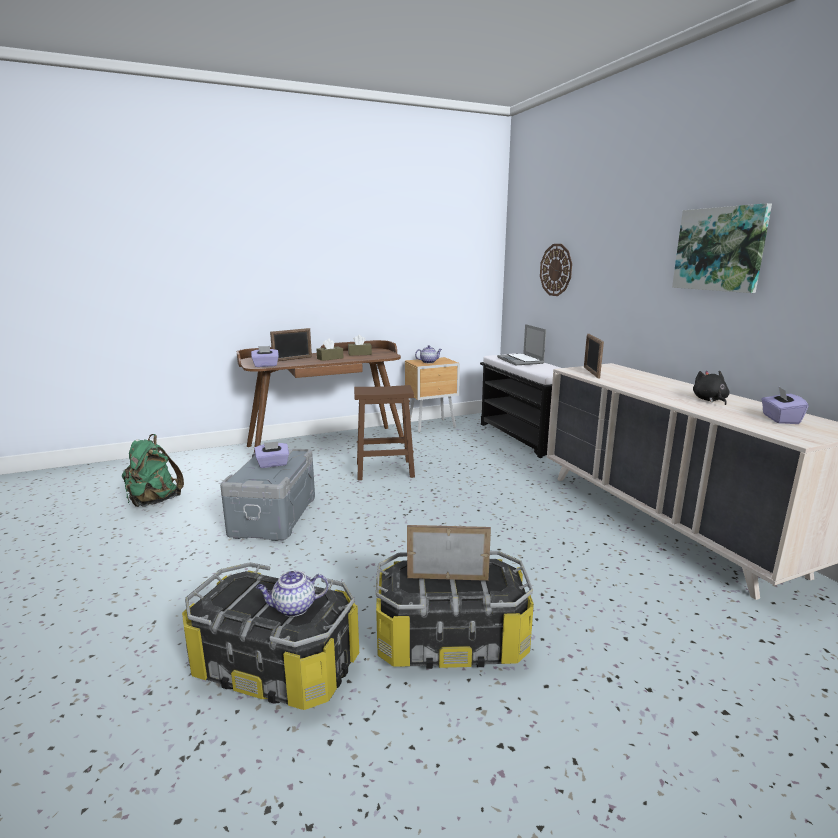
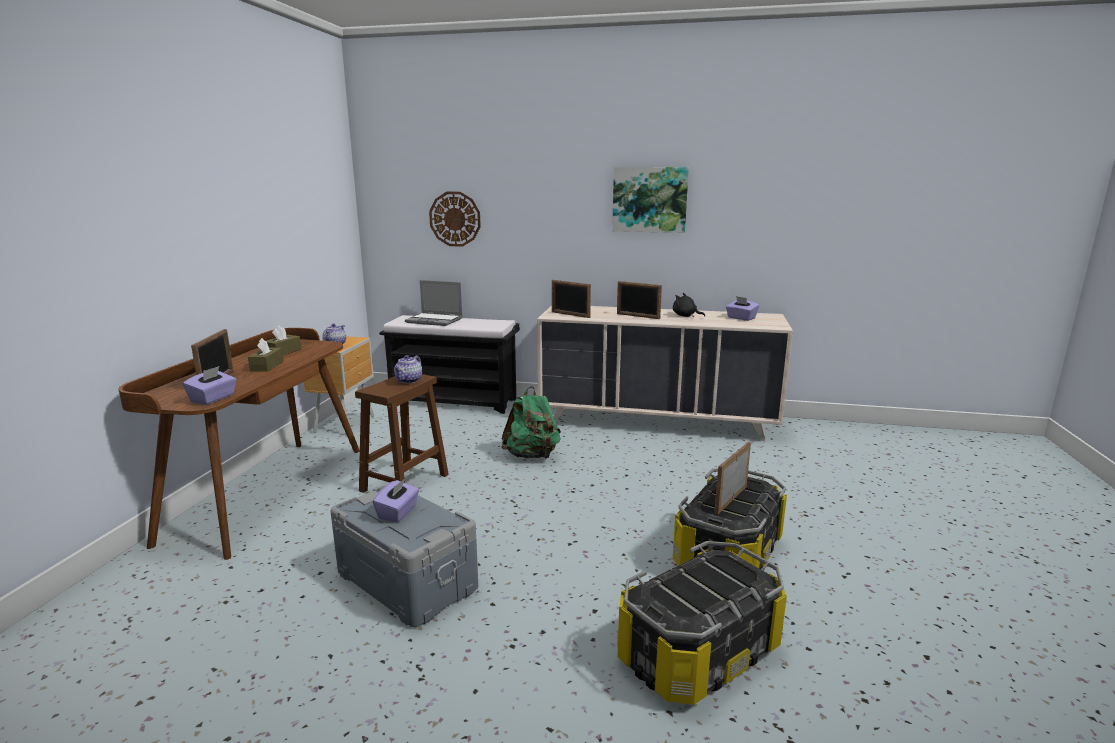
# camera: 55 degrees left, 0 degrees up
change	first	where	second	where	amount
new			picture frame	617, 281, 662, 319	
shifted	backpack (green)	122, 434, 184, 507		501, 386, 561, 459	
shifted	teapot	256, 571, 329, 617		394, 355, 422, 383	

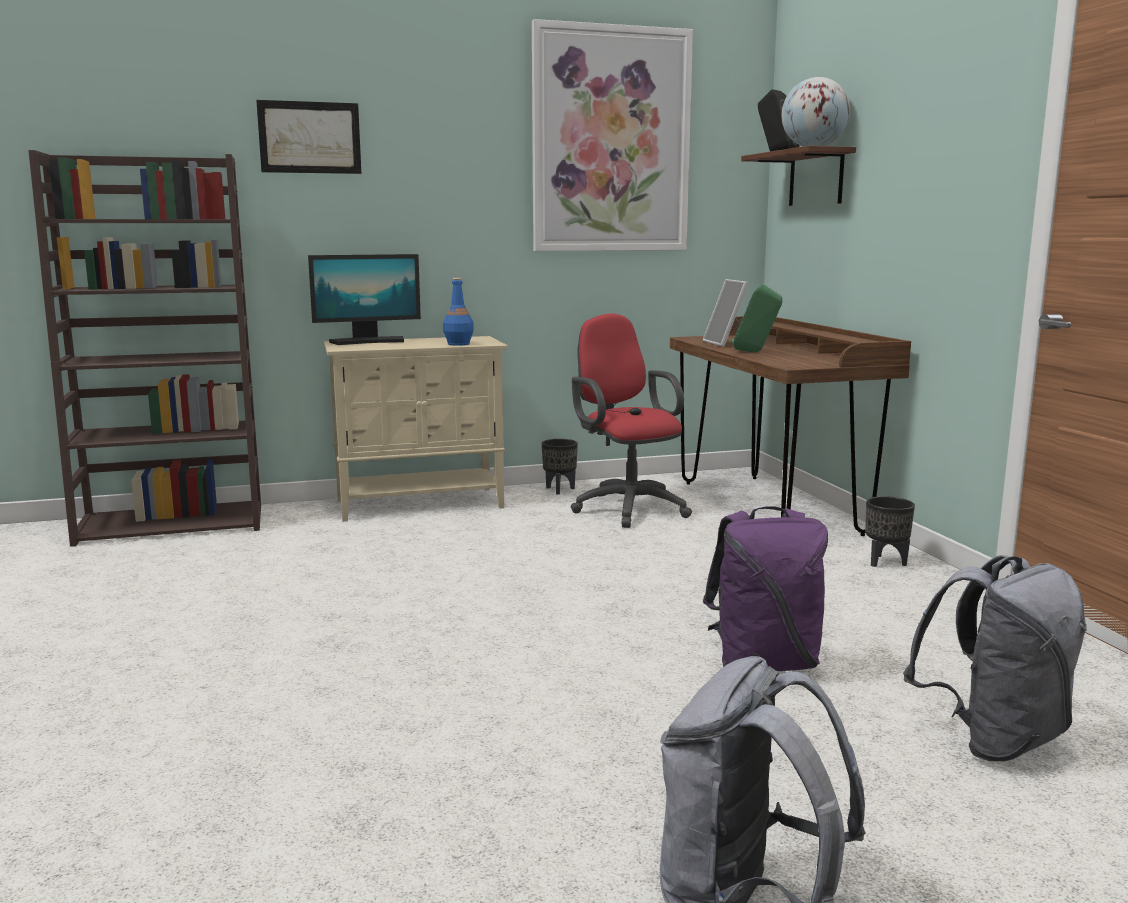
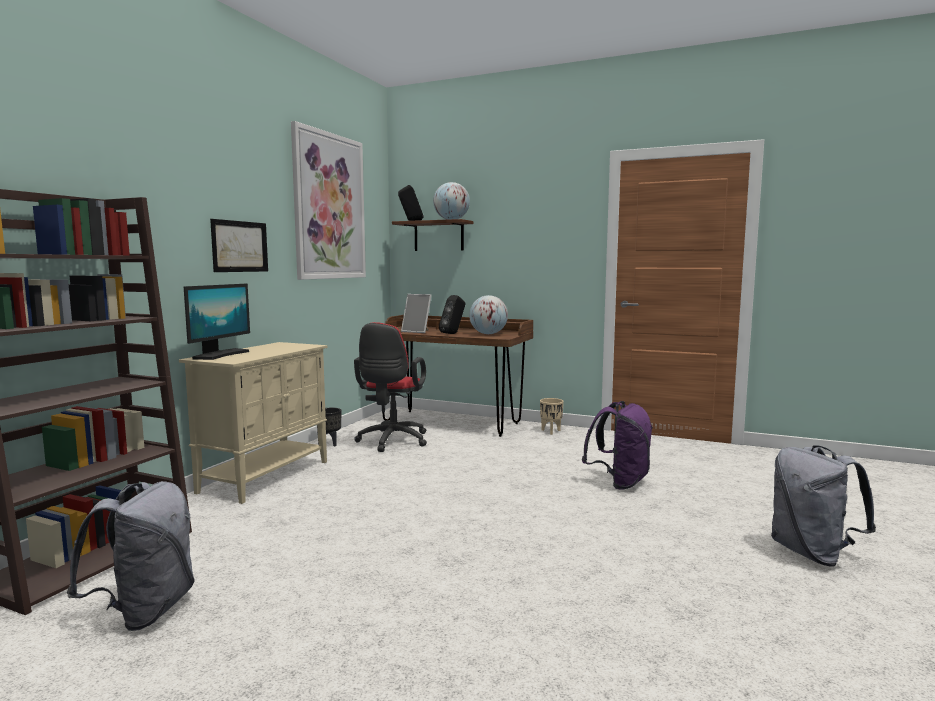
# camera: 50 degrees left, 5 degrees down
change	first	where	second	where	amount
gone	bottle (blue)	443, 278, 474, 346			
new			globe	469, 295, 508, 334	
shifted	picture	256, 100, 361, 174		210, 219, 268, 272	
shifted	backpack (grey)	903, 555, 1086, 761		67, 481, 195, 631	
repainted	speaker (green)	732, 284, 782, 352	speaker (black)	439, 295, 465, 334	
repainted	planter (black)	865, 496, 915, 567	planter (beige)	540, 398, 564, 435	
rotated	office chair (red)	571, 313, 692, 528		354, 322, 427, 452	90 degrees counterclockwise

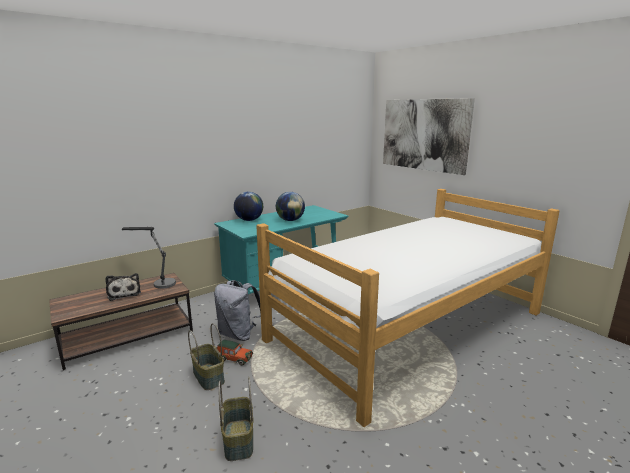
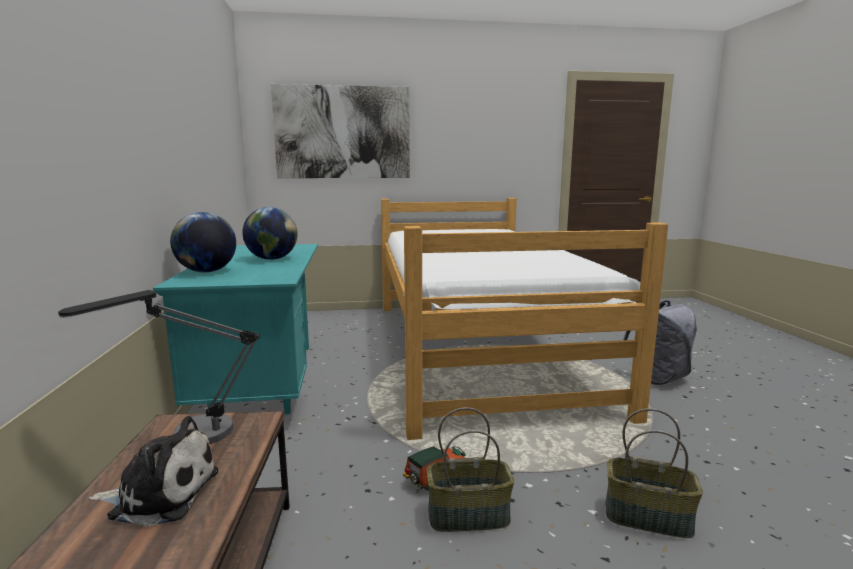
# camera: 60 degrees left, 5 degrees down
change	first	where	second	where	amount
shifted	backpack (grey)	214, 280, 261, 341		624, 300, 697, 385	

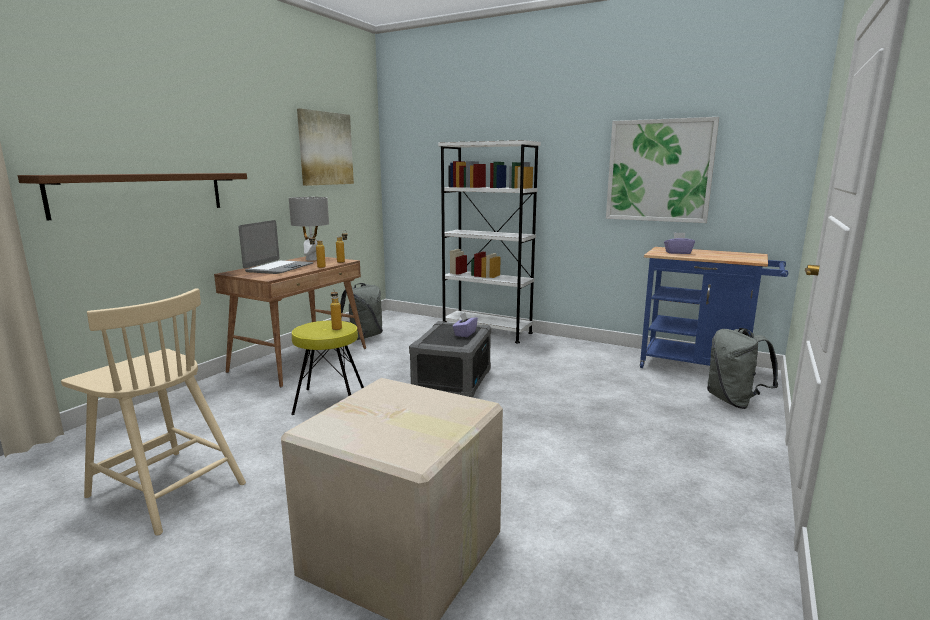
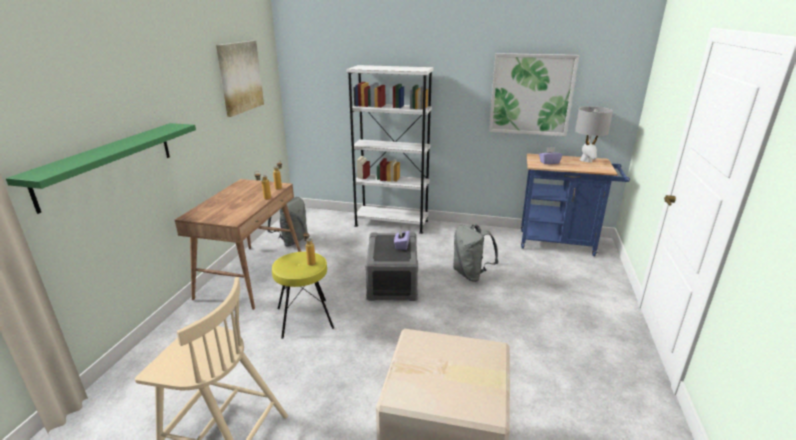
# camera: 15 degrees left, 10 degrees up
change	first	where	second	where	amount
gone	laptop	239, 220, 313, 274			
shifted	table lamp (grey)	289, 197, 329, 261		575, 106, 613, 162	
shifted	backpack (grey)	707, 328, 779, 409		453, 224, 499, 282	
repainted	shelf (brown)	18, 173, 247, 220	shelf (green)	6, 123, 196, 214	

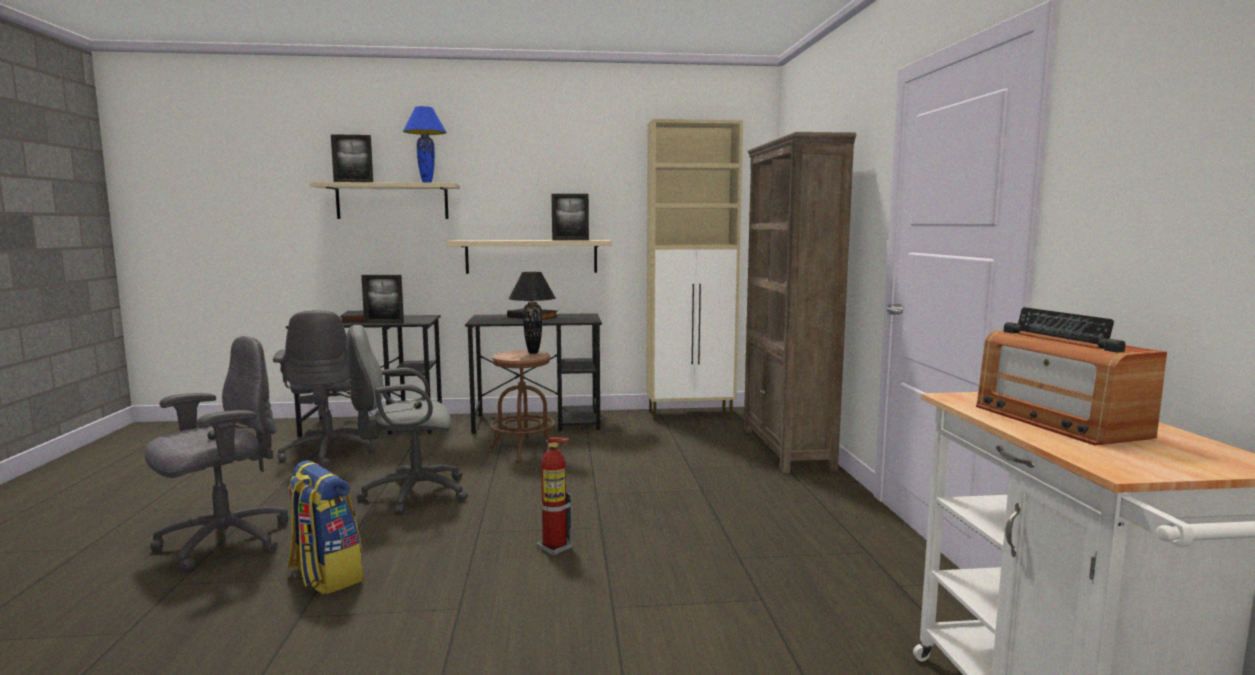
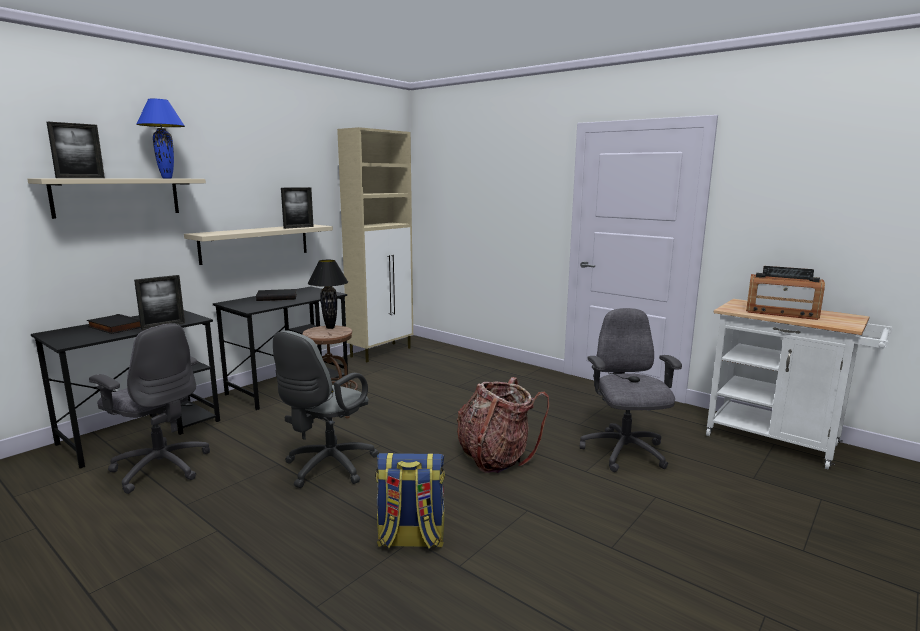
# camera: 45 degrees left, 5 degrees up
change	first	where	second	where	amount
gone	bookcase (brown)	743, 132, 856, 474			
shifted	office chair (grey)	144, 336, 289, 573		580, 308, 682, 472	
swapped	fire extinguisher	537, 437, 572, 556	backpack	457, 377, 549, 473	

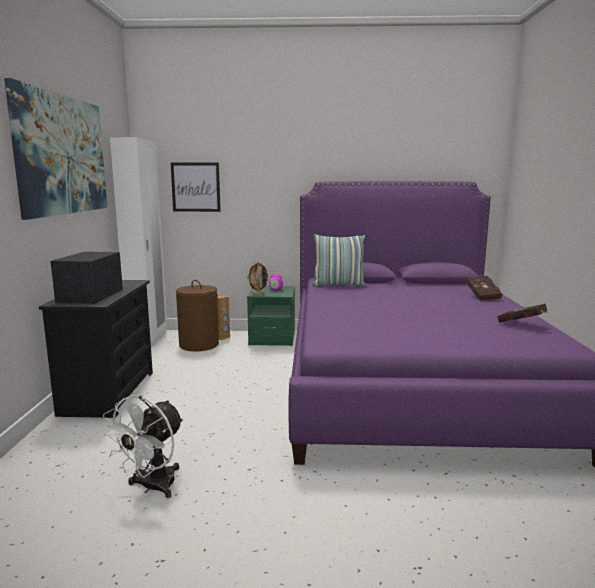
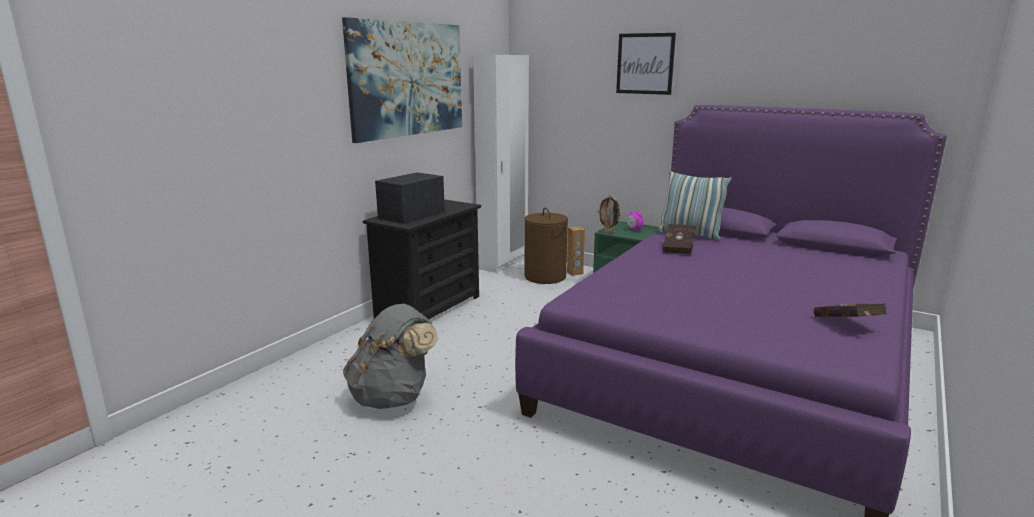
# camera: 30 degrees right, 5 degrees up
change	first	where	second	where	amount
shifted	picture	171, 163, 221, 212		616, 33, 676, 95	
shifted	book (red)	466, 276, 502, 301		663, 224, 696, 254	
swapped	fan (white)	101, 395, 184, 498	backpack (grey)	343, 303, 438, 409	

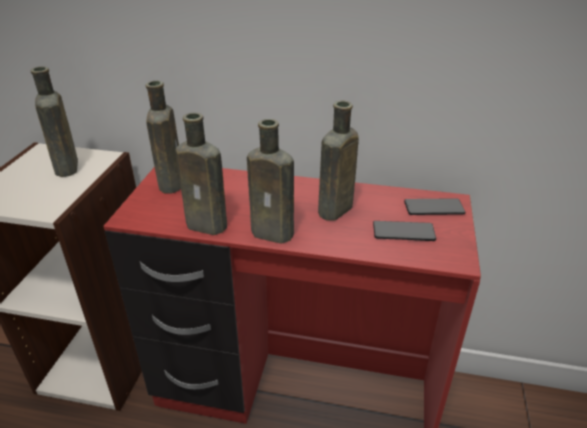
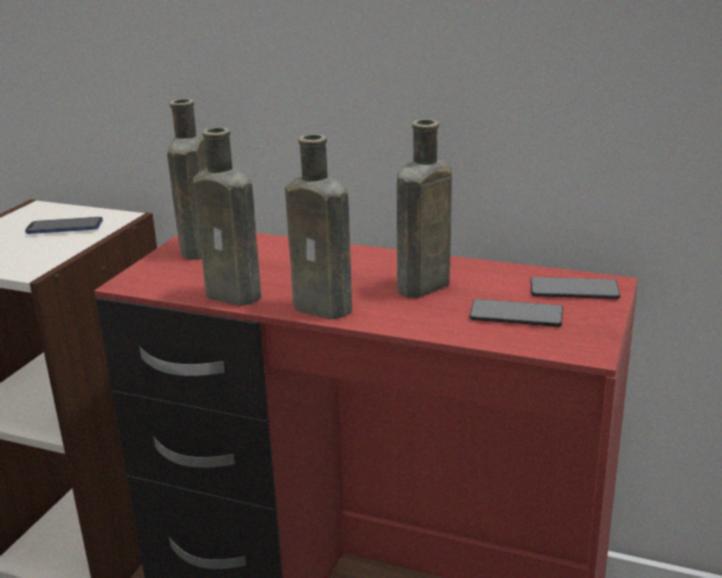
# camera: 10 degrees right, 10 degrees down
change	first	where	second	where	amount
swapped	bottle (brown)	30, 67, 78, 177	phone	25, 217, 103, 234	

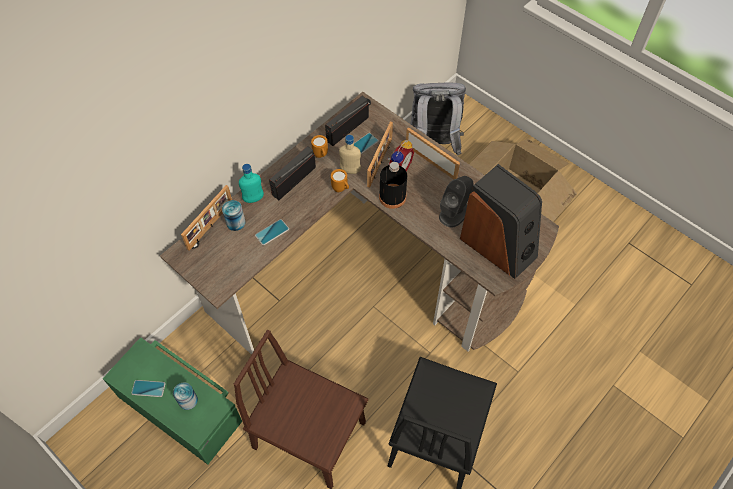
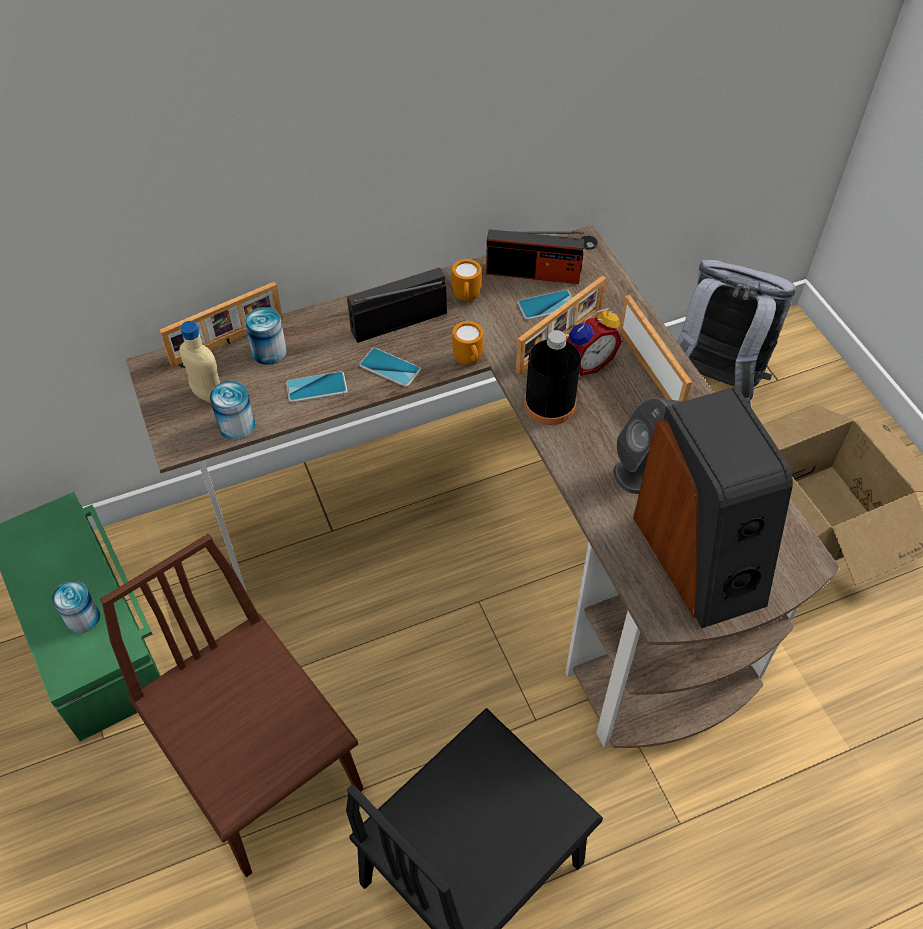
# camera: 25 degrees right, 5 degrees down
change	first	where	second	where	amount
gone	bottle (turquoise)	239, 164, 264, 203			
new			can	210, 381, 255, 440	
shifted	phone	131, 380, 165, 397		359, 348, 421, 387	
shifted	bottle (beige)	339, 135, 361, 174		179, 321, 221, 403	
rotated	radio	325, 96, 369, 146		486, 229, 584, 284	150 degrees counterclockwise

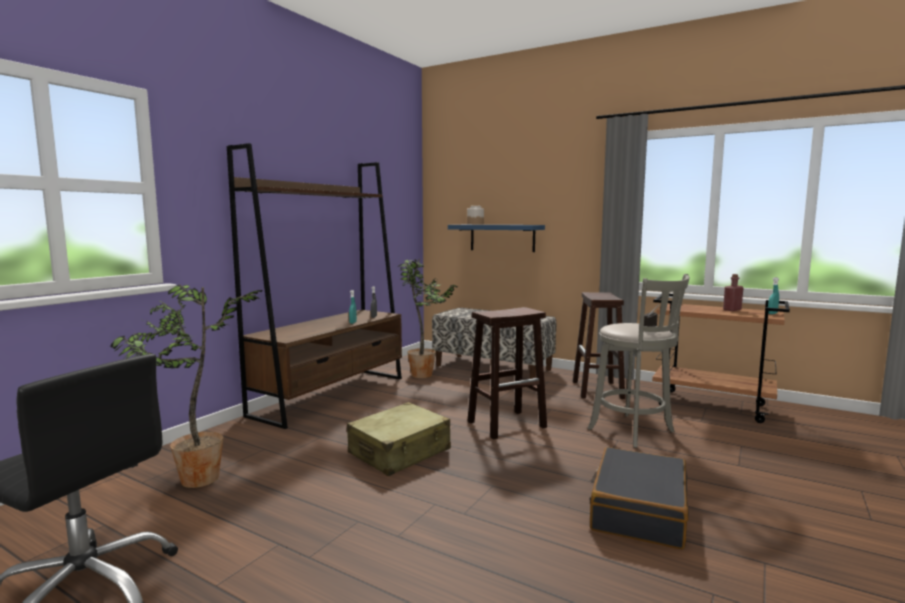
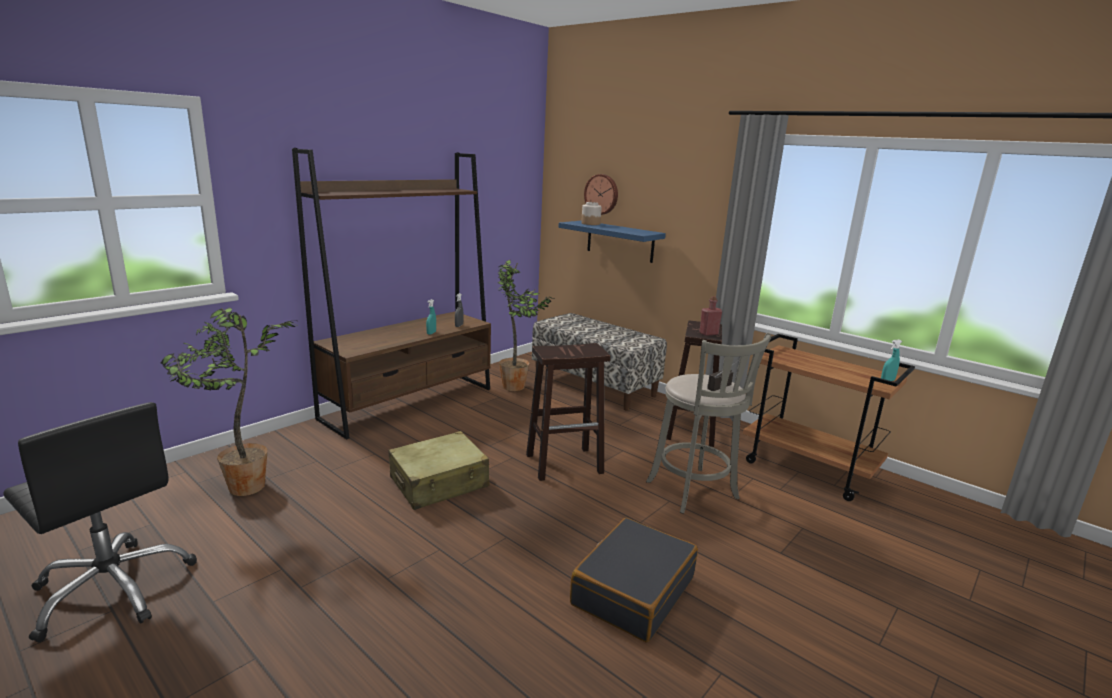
# camera: 10 degrees right, 10 degrees up
change	first	where	second	where	amount
new			wall clock	584, 174, 618, 215	
shifted	bottle (red)	723, 274, 744, 311		699, 296, 722, 336	

